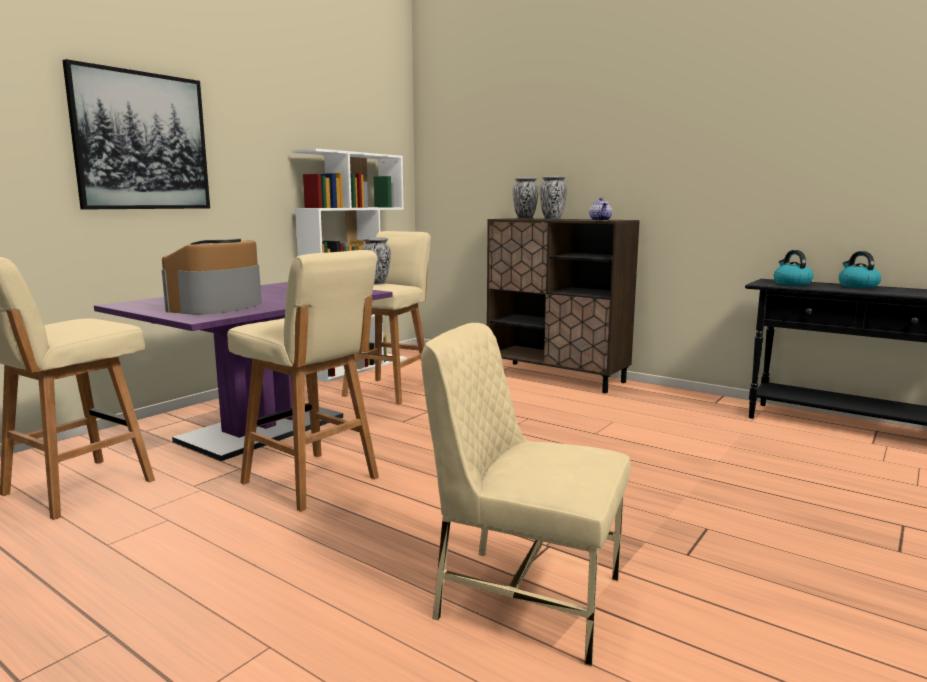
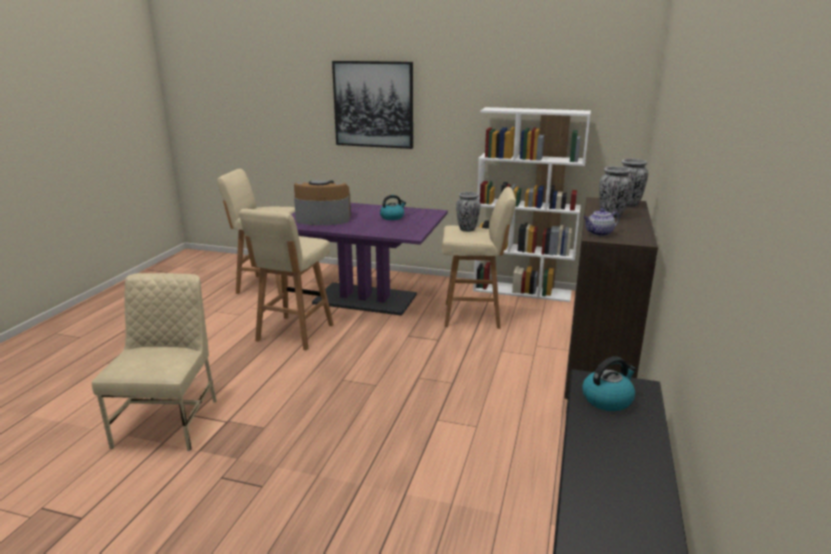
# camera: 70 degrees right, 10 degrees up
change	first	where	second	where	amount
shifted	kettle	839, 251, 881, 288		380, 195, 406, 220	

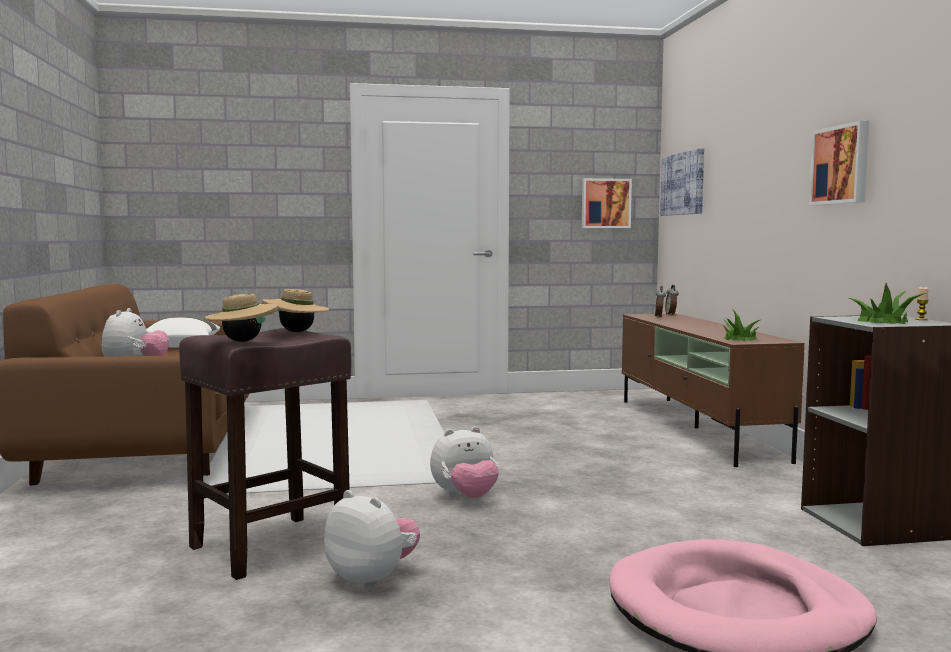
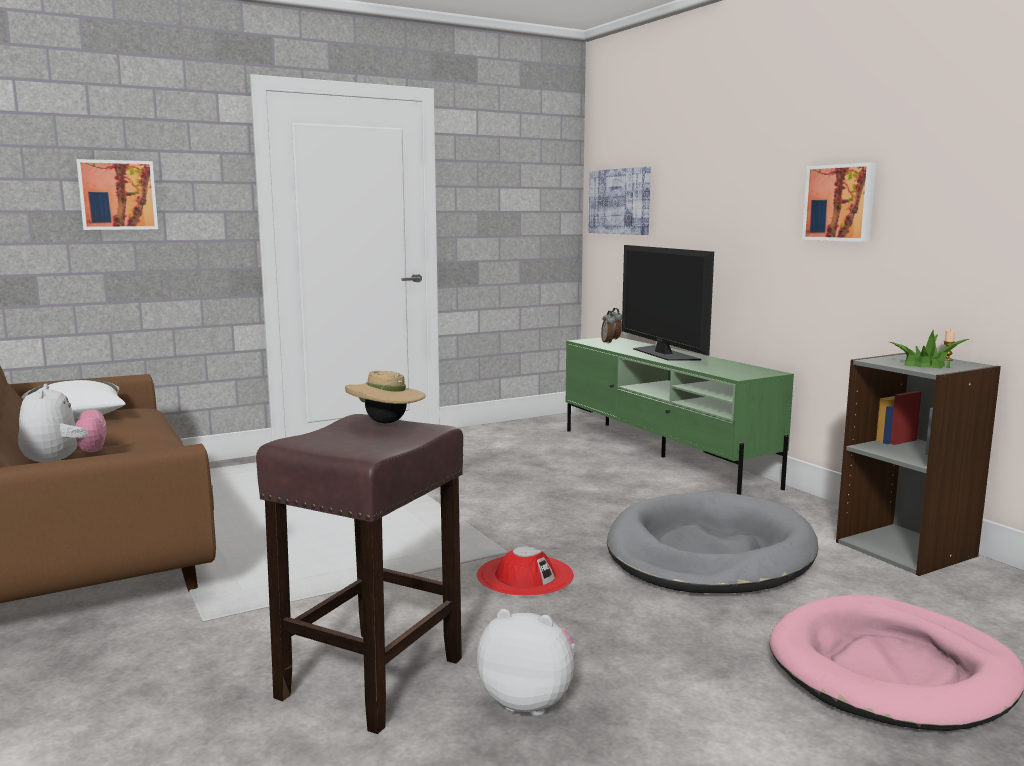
# camera: 20 degrees left, 5 degrees up
change	first	where	second	where	amount
gone	hat (beige)	204, 292, 279, 342			
gone	potted plant	724, 310, 760, 341			
new			dog bed (grey)	607, 492, 819, 594	
new			television	622, 245, 714, 361	
shifted	picture	582, 178, 632, 228		76, 159, 158, 230	
swapped	plush toy	430, 426, 499, 498	hat (red)	477, 546, 574, 596	
repainted	tv stand (brown)	622, 314, 805, 467	tv stand (green)	566, 337, 794, 495	

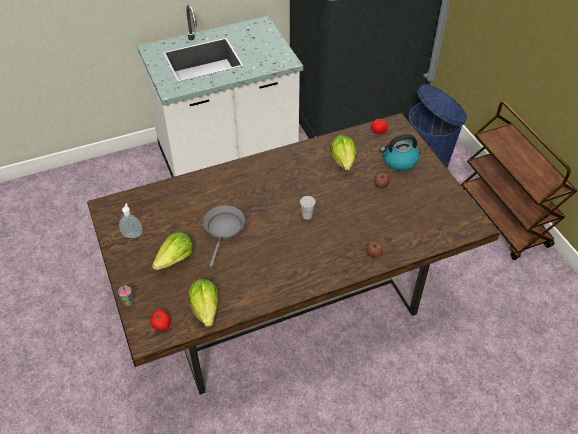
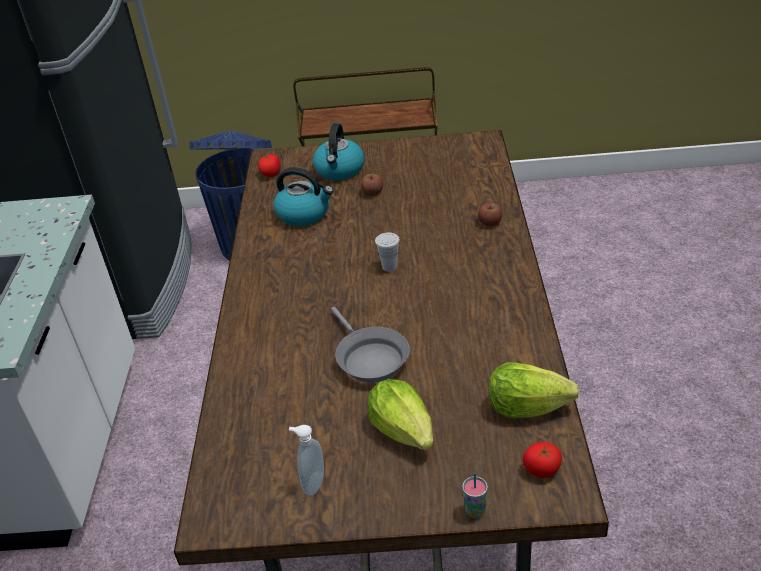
# camera: 65 degrees left, 10 degrees down
change	first	where	second	where	amount
swapped	lettuce	330, 135, 356, 170	kettle	274, 167, 333, 226	
rotated	frying pan (grey)	203, 206, 245, 268		331, 307, 410, 383	150 degrees counterclockwise

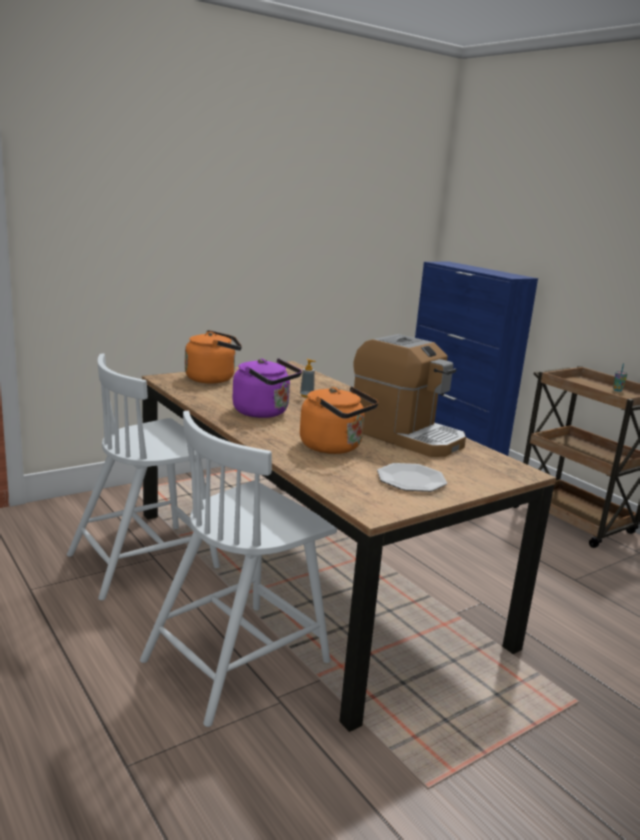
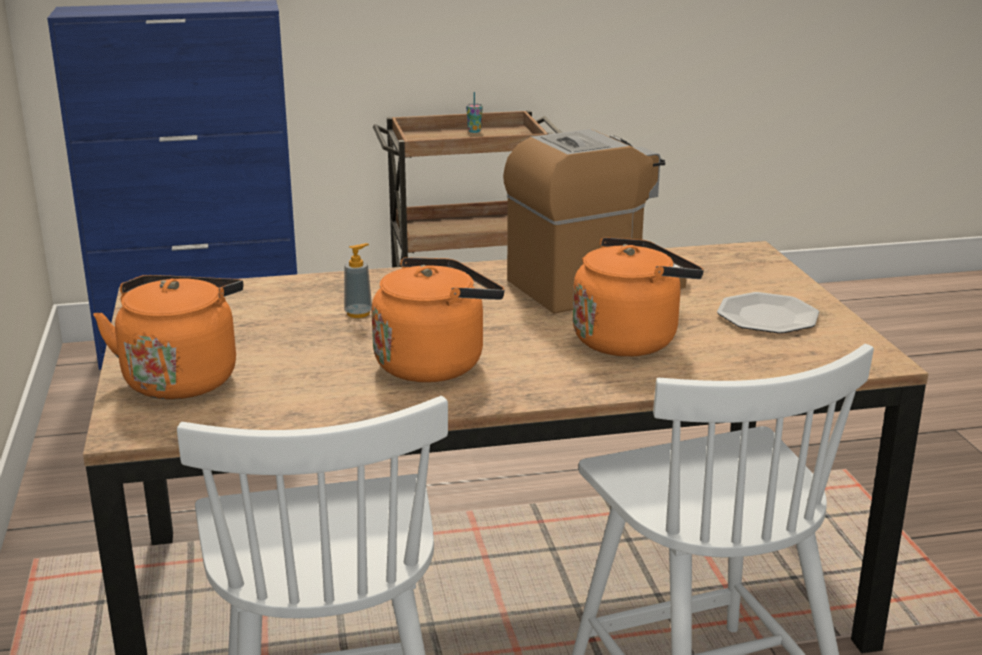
# camera: 65 degrees left, 5 degrees up
change	first	where	second	where	amount
repainted	kettle (purple)	232, 358, 302, 418	kettle (orange)	372, 257, 505, 382	

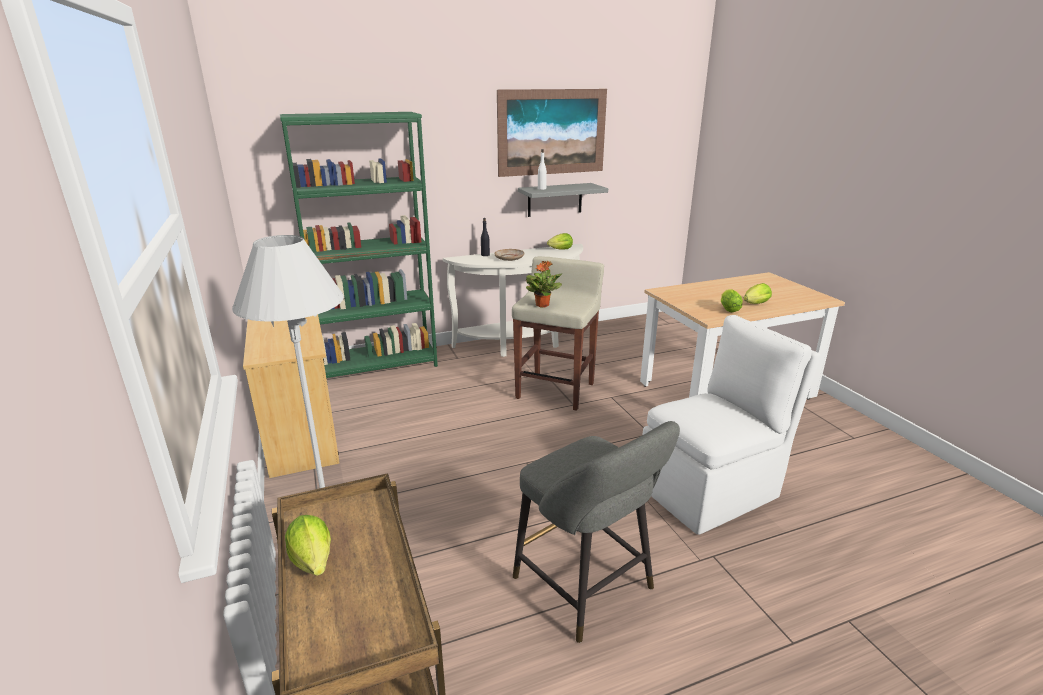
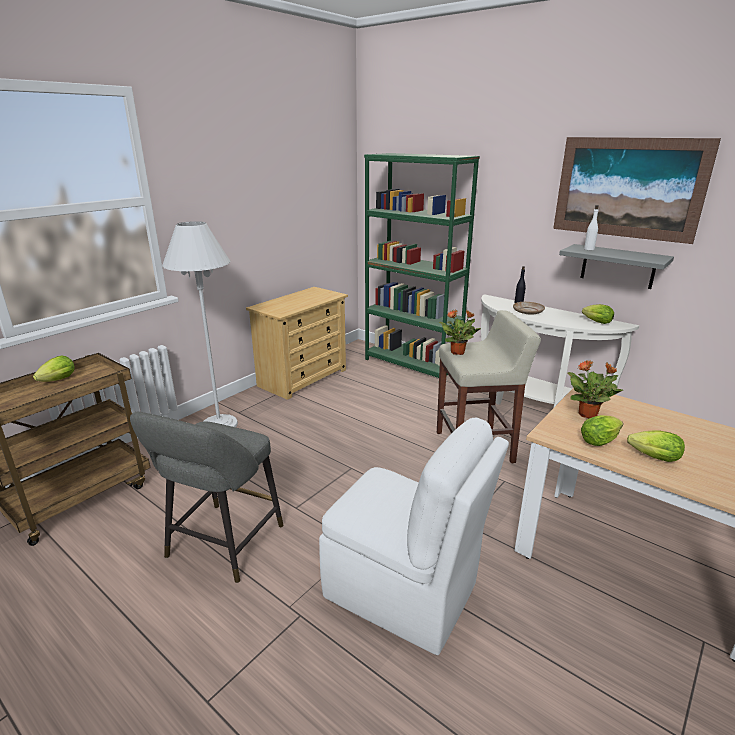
# camera: 60 degrees right, 0 degrees up
change	first	where	second	where	amount
new			potted plant	568, 360, 623, 418	

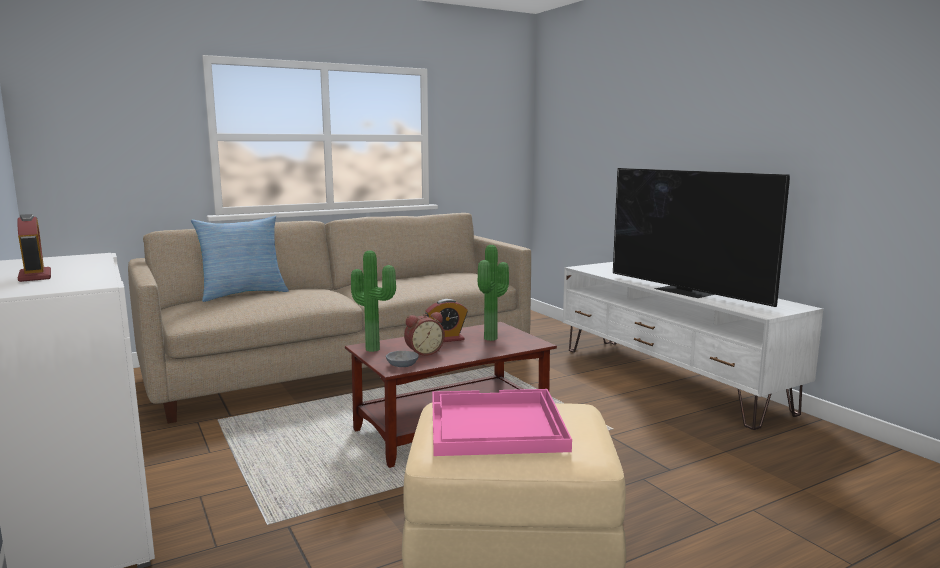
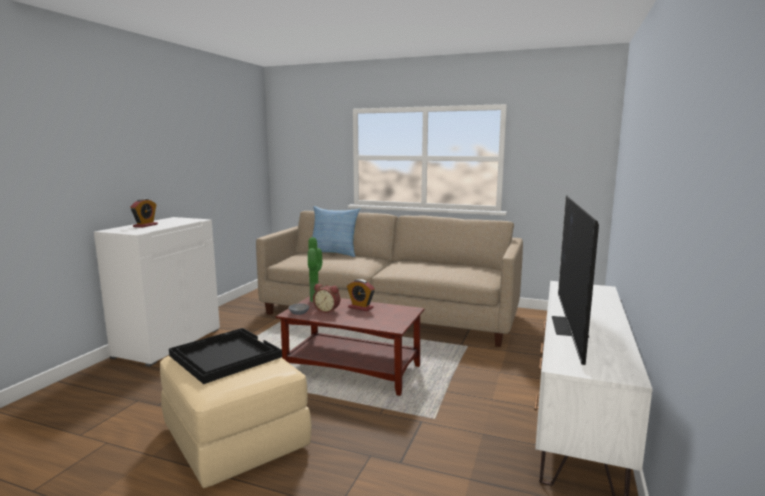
# camera: 50 degrees right, 0 degrees up
change	first	where	second	where	amount
gone	potted plant	478, 245, 509, 341			
repainted	tray (pink)	432, 389, 572, 456	tray (black)	169, 328, 282, 384	

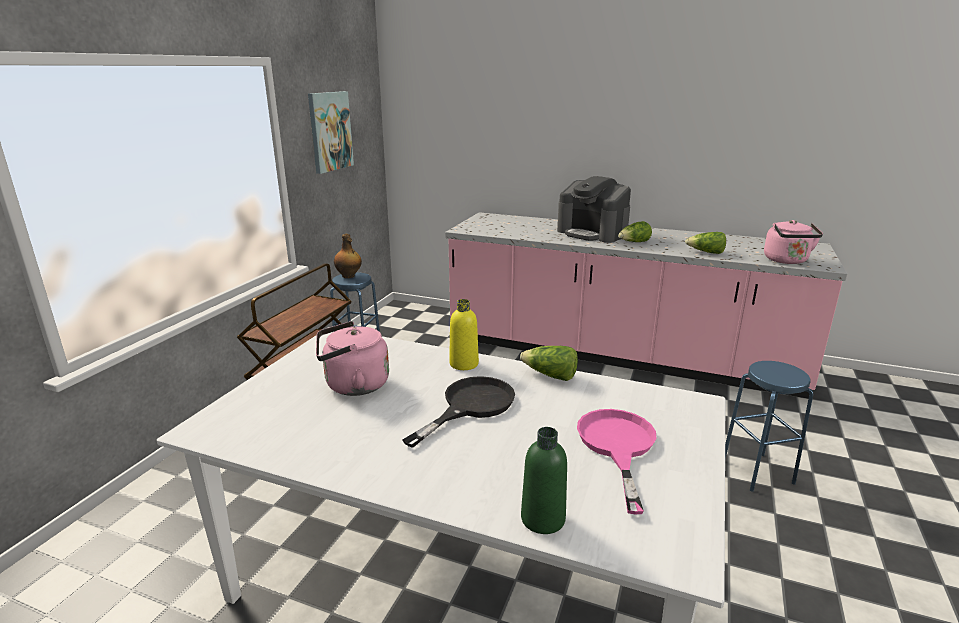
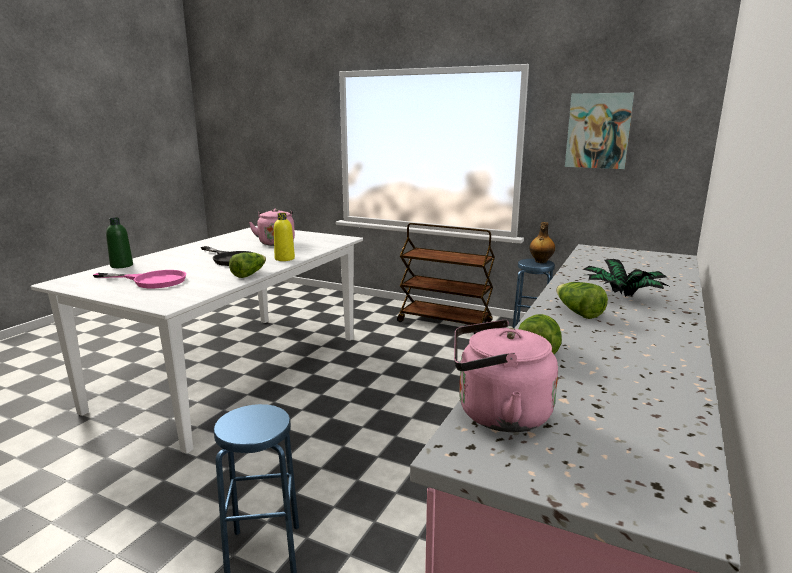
# camera: 95 degrees right, 5 degrees down
change	first	where	second	where	amount
swapped	coffee machine	557, 176, 631, 243	potted plant	582, 259, 668, 297	

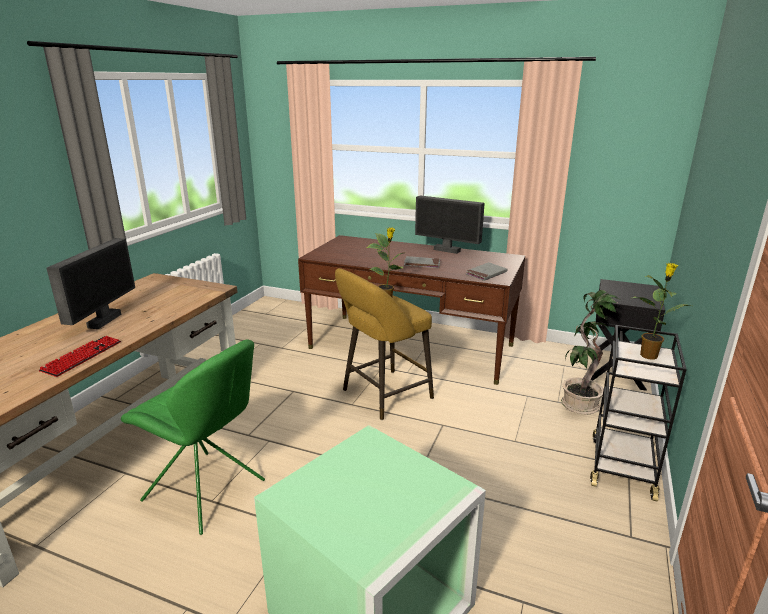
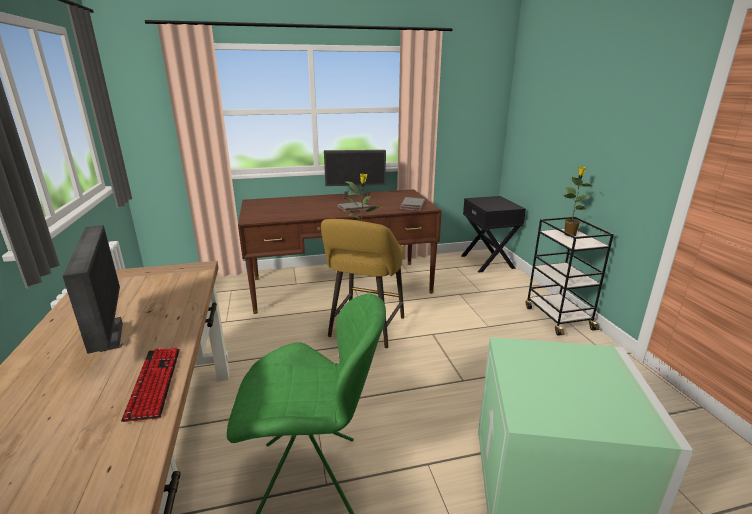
# camera: 35 degrees left, 0 degrees up
change	first	where	second	where	amount
gone	potted plant	561, 290, 619, 415			

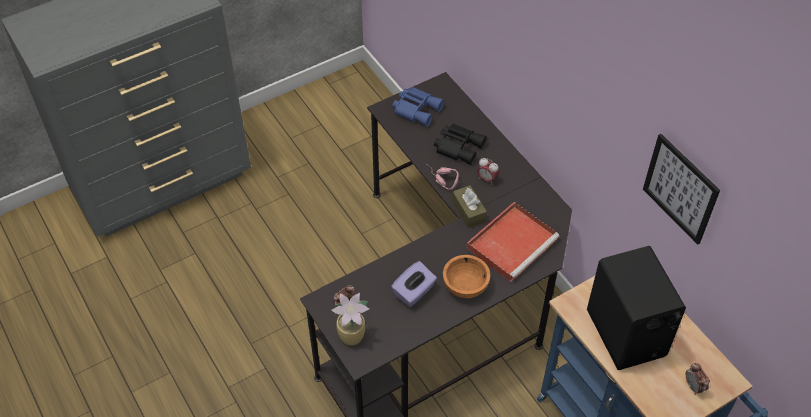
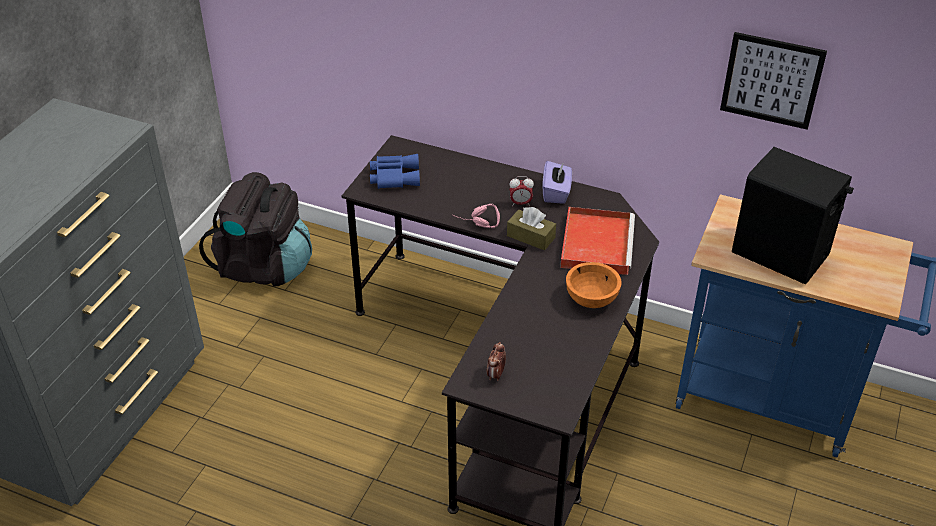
# camera: 35 degrees left, 10 degrees down
change	first	where	second	where	amount
gone	potted plant	332, 293, 369, 345			
gone	binoculars (black)	434, 124, 487, 165			
gone	alarm clock	686, 363, 710, 395			
new			backpack (black)	199, 172, 312, 287	
shifted	tissue box (purple)	391, 261, 437, 307		542, 161, 572, 204	

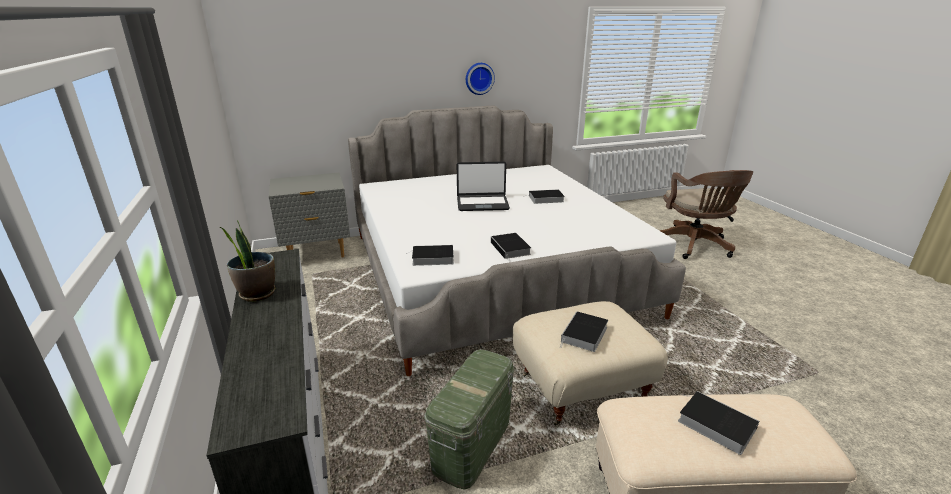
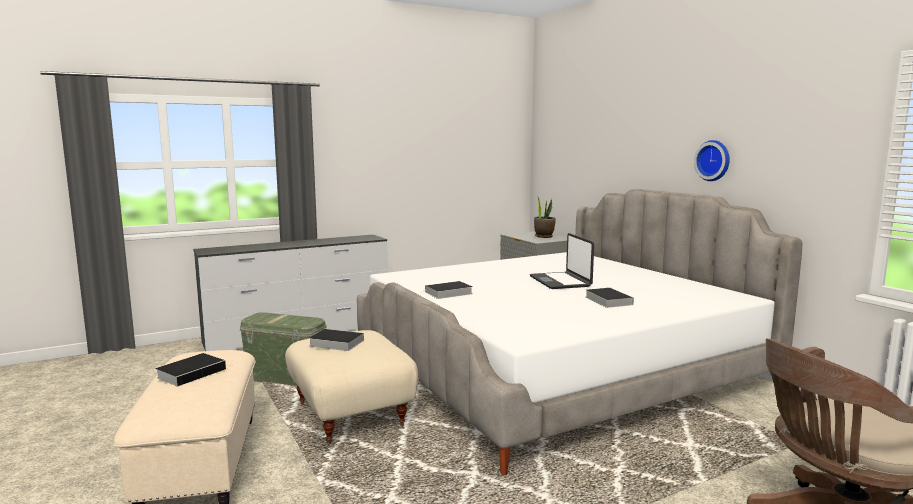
# camera: 80 degrees right, 15 degrees down
change	first	where	second	where	amount
gone	book	406, 245, 454, 266			
shifted	potted plant	220, 220, 275, 302		534, 196, 556, 238	

